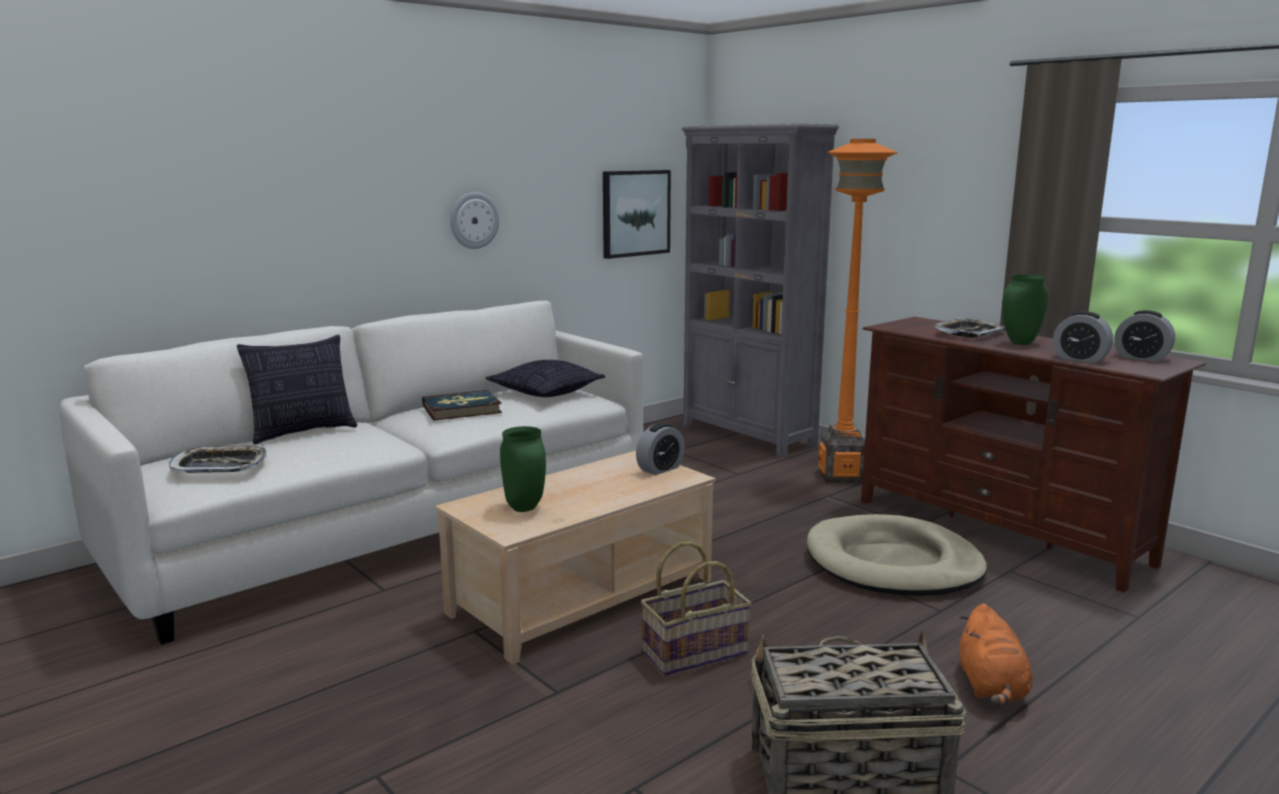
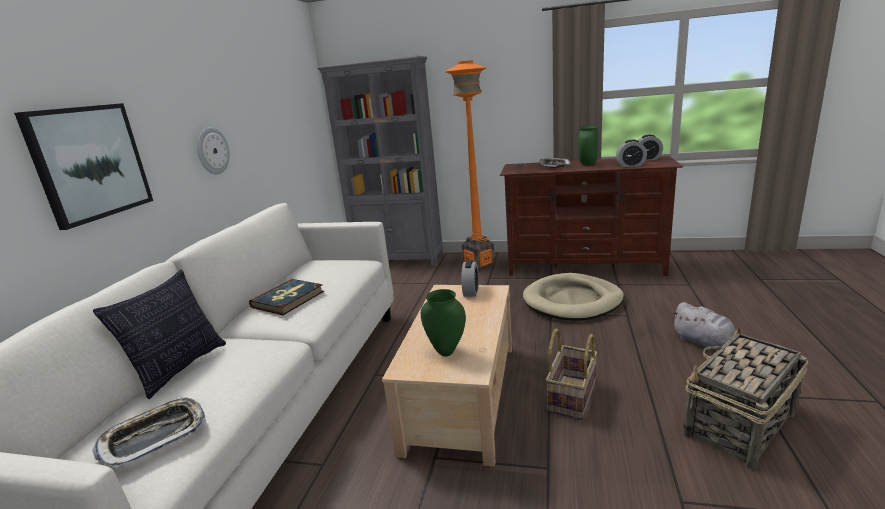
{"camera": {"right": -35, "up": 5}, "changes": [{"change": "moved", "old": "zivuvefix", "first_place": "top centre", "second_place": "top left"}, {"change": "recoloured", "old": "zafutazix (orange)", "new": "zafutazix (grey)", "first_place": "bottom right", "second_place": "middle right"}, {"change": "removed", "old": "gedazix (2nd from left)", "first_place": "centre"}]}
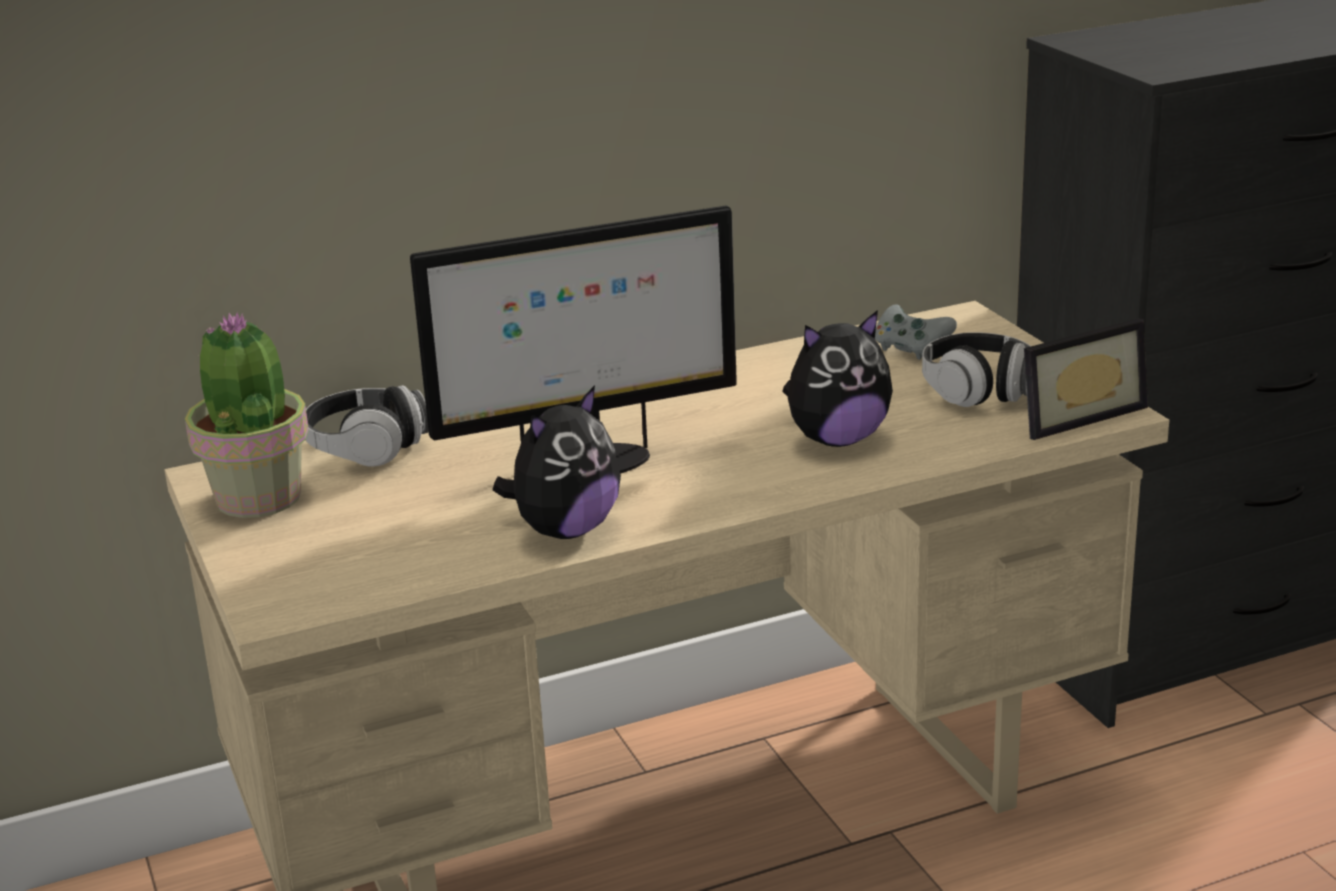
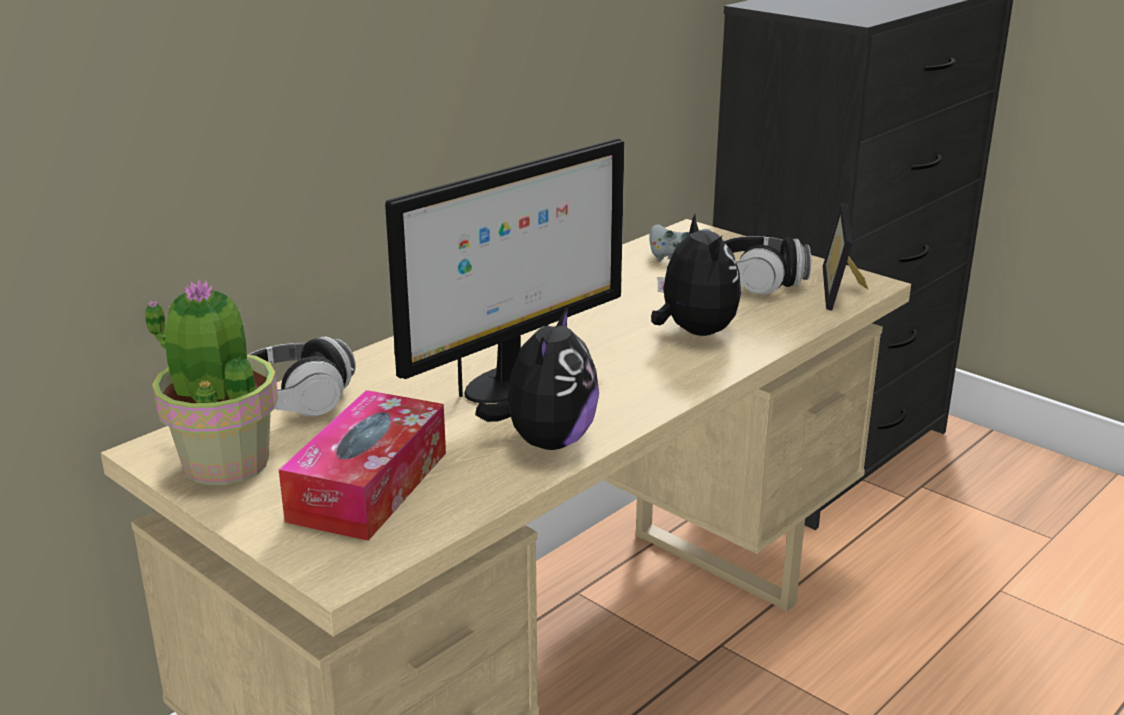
{"camera": {"right": -25, "up": 0}, "changes": [{"change": "added", "new": "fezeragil", "second_place": "middle left"}, {"change": "turned", "old": "zafutazix (2nd from left)", "first_place": "centre", "second_place": "centre", "degrees": -60}, {"change": "turned", "old": "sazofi", "first_place": "middle right", "second_place": "middle right", "degrees": 150}]}
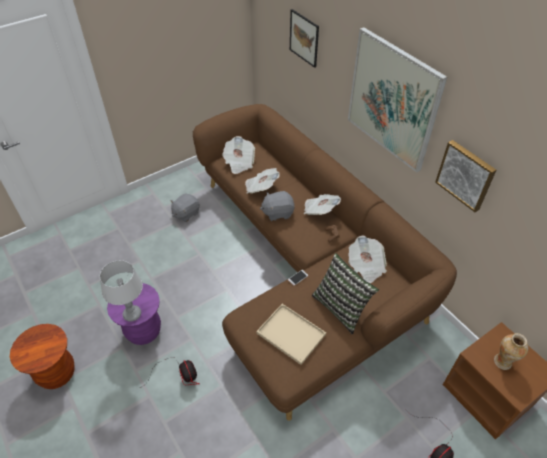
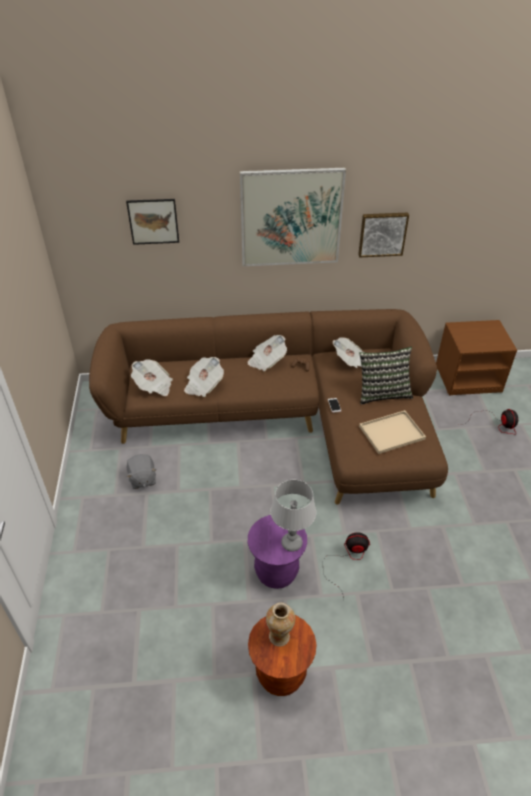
{"camera": {"right": -60, "up": -5}, "changes": [{"change": "moved", "old": "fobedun", "first_place": "bottom right", "second_place": "bottom centre"}, {"change": "removed", "old": "zafutazix (grey) (2nd from left)", "first_place": "centre"}]}
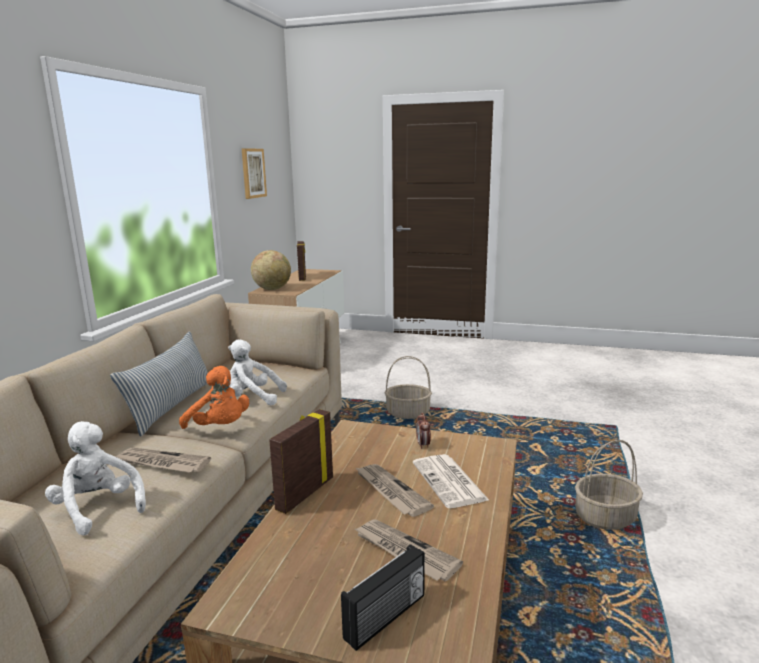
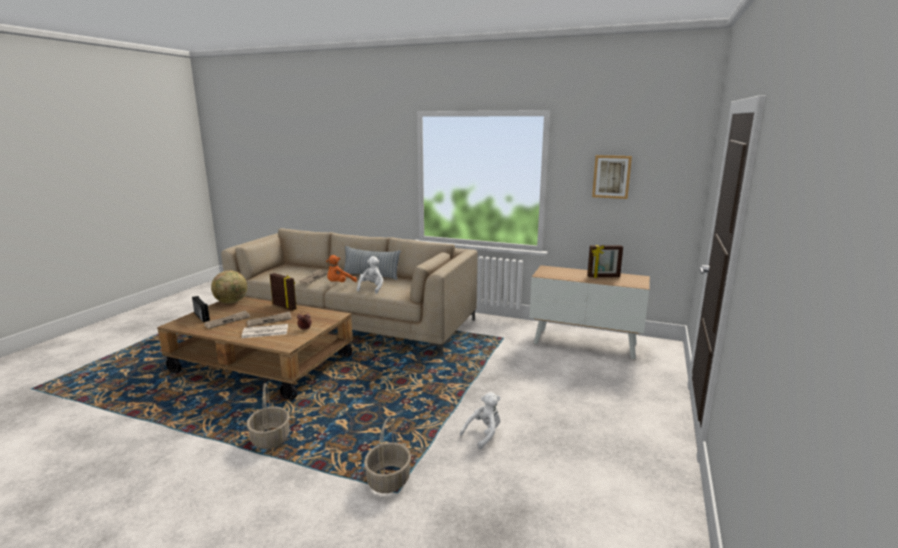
{"camera": {"right": 95, "up": 0}, "changes": [{"change": "moved", "old": "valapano", "first_place": "centre", "second_place": "middle left"}, {"change": "moved", "old": "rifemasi (1st from left in the first image)", "new": "rifemasi (2nd from left)", "first_place": "centre", "second_place": "bottom centre"}, {"change": "moved", "old": "zafutazix (white) (1st from left in the first image)", "new": "zafutazix (white) (2nd from left)", "first_place": "bottom left", "second_place": "bottom centre"}]}
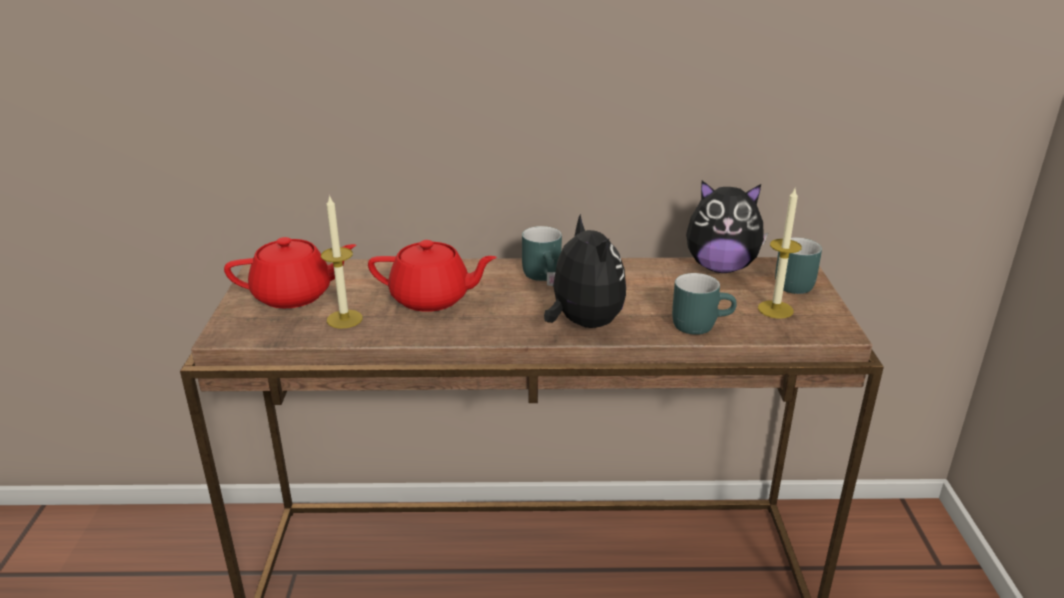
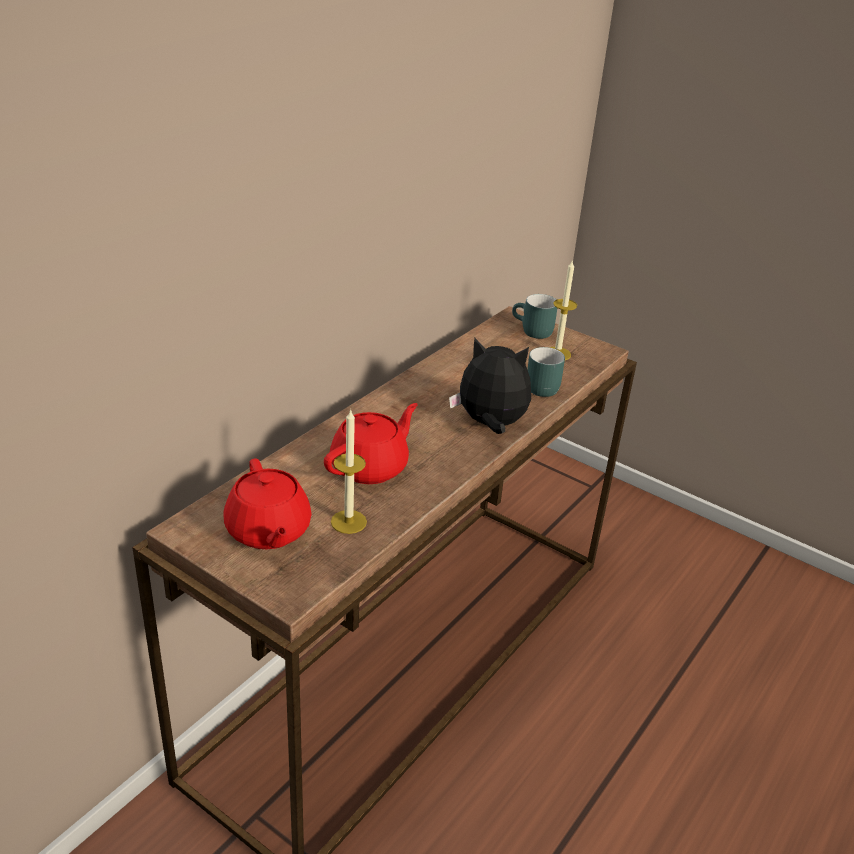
{"camera": {"right": -55, "up": 5}, "changes": [{"change": "turned", "old": "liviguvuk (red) (1st from left)", "first_place": "middle left", "second_place": "middle left", "degrees": 135}, {"change": "removed", "old": "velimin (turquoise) (1st from left)", "first_place": "centre"}, {"change": "removed", "old": "zafutazix (2nd from left)", "first_place": "middle right"}]}
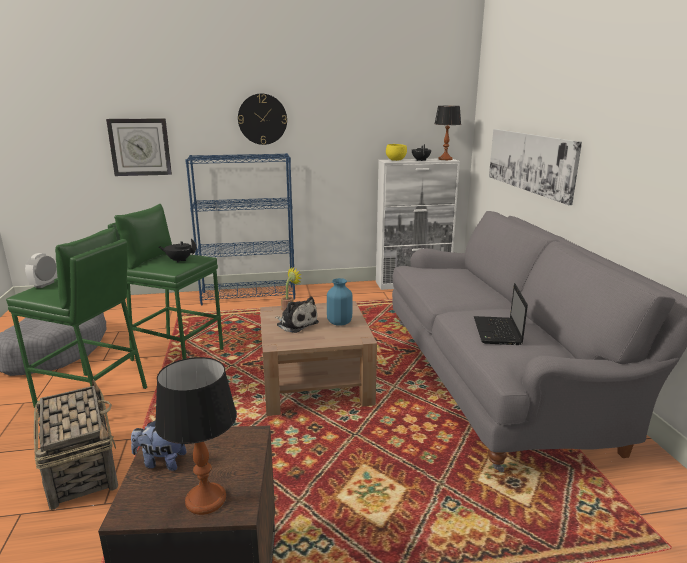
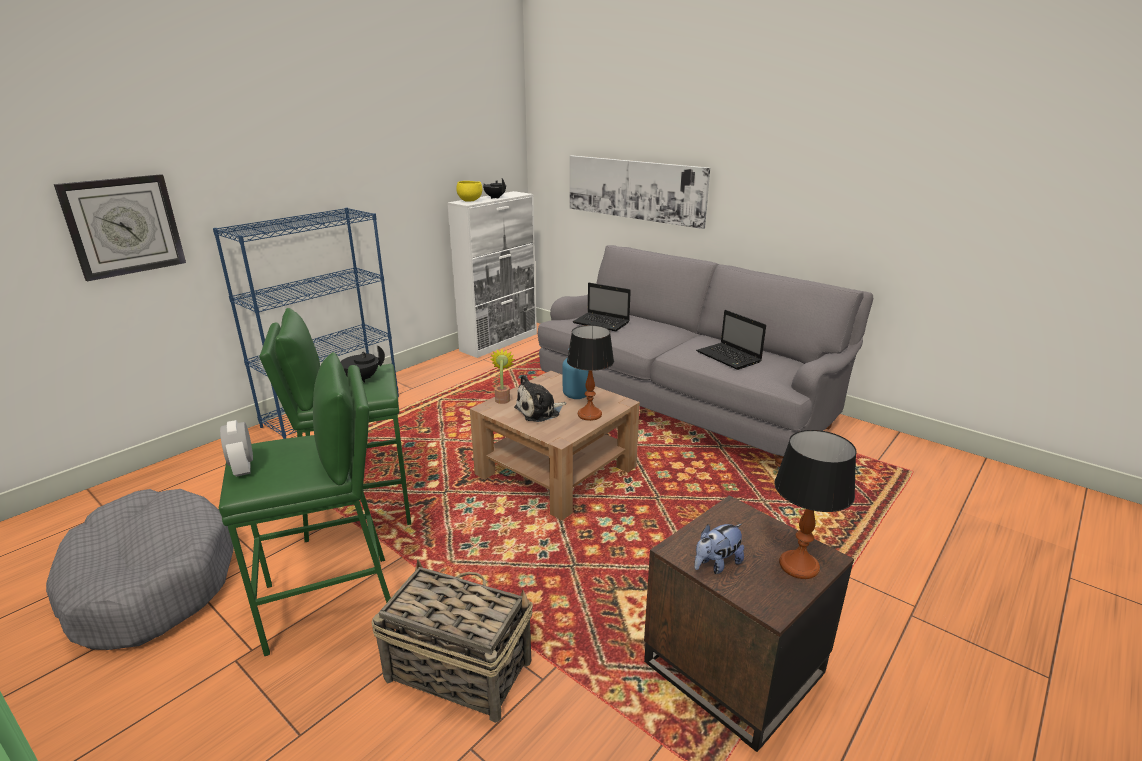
{"camera": {"right": -40, "up": 5}, "changes": [{"change": "turned", "old": "zafutazix (2nd from left in the first image)", "first_place": "centre", "second_place": "centre", "degrees": 150}, {"change": "moved", "old": "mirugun (2nd from left in the first image)", "new": "mirugun (1st from left)", "first_place": "top centre", "second_place": "centre"}, {"change": "added", "new": "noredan (1st from left)", "second_place": "centre"}, {"change": "removed", "old": "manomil (2nd from left)", "first_place": "top centre"}]}
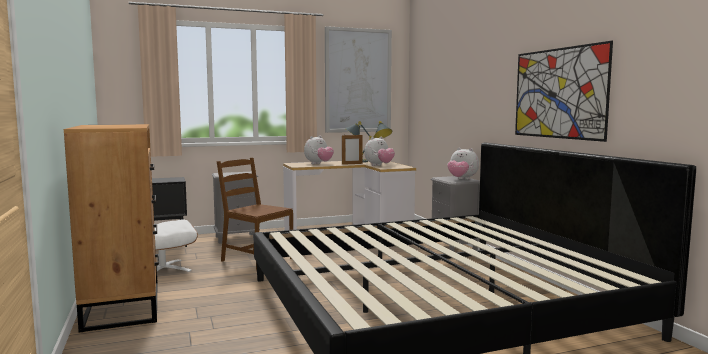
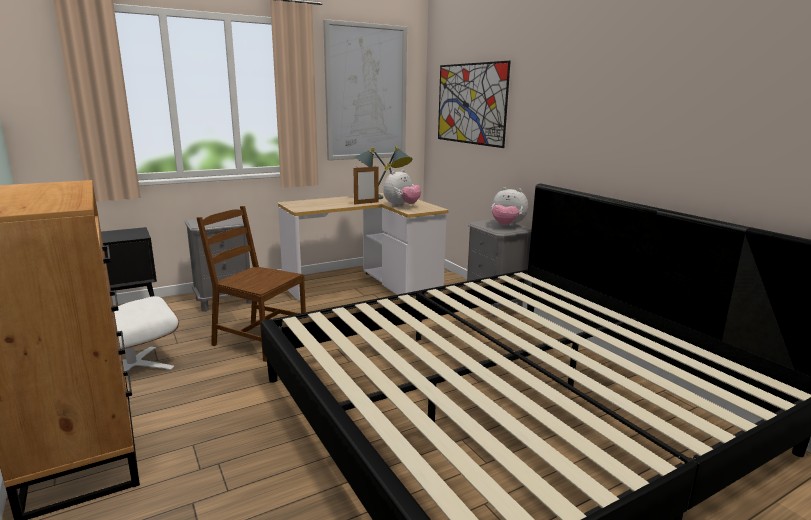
{"camera": {"right": -10, "up": 10}, "changes": [{"change": "moved", "old": "zivuvefix (2nd from left)", "first_place": "top right", "second_place": "top centre"}, {"change": "removed", "old": "zafutazix (1st from left)", "first_place": "centre"}]}
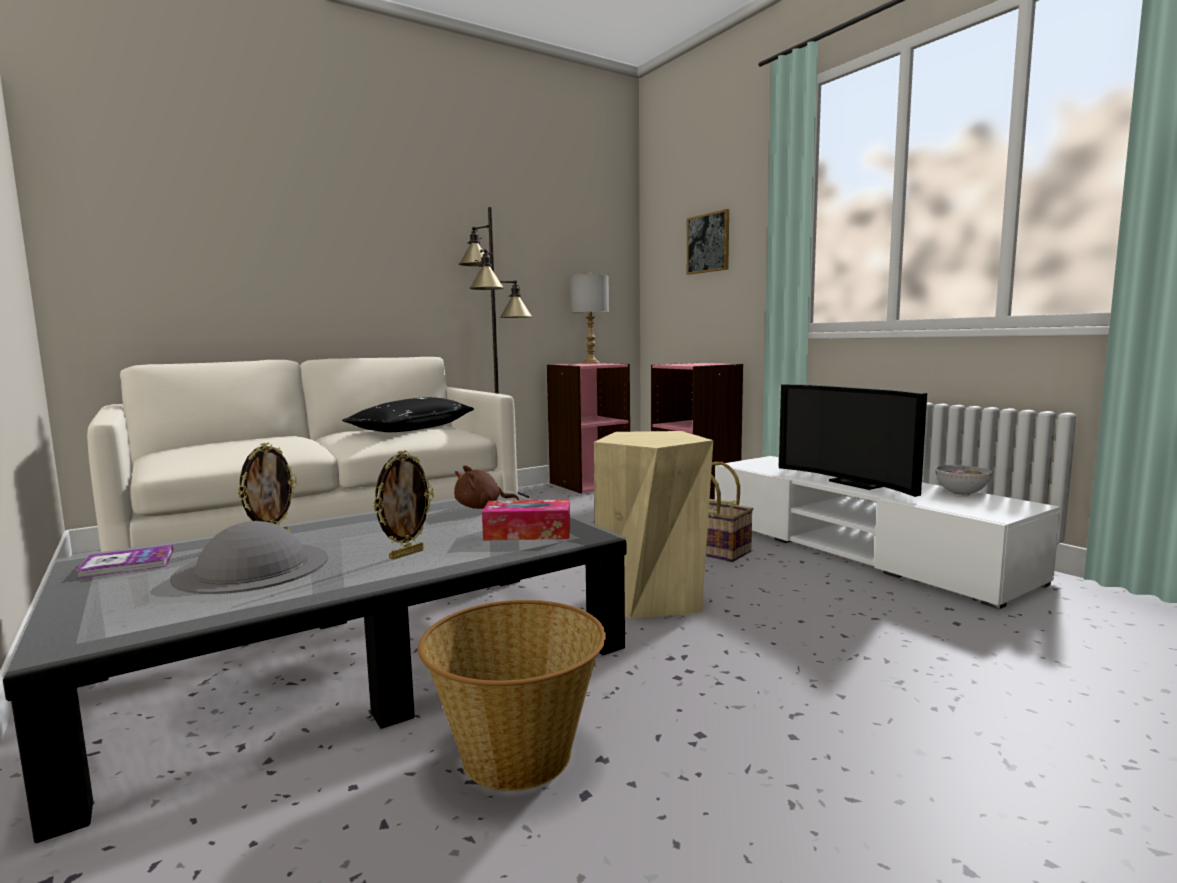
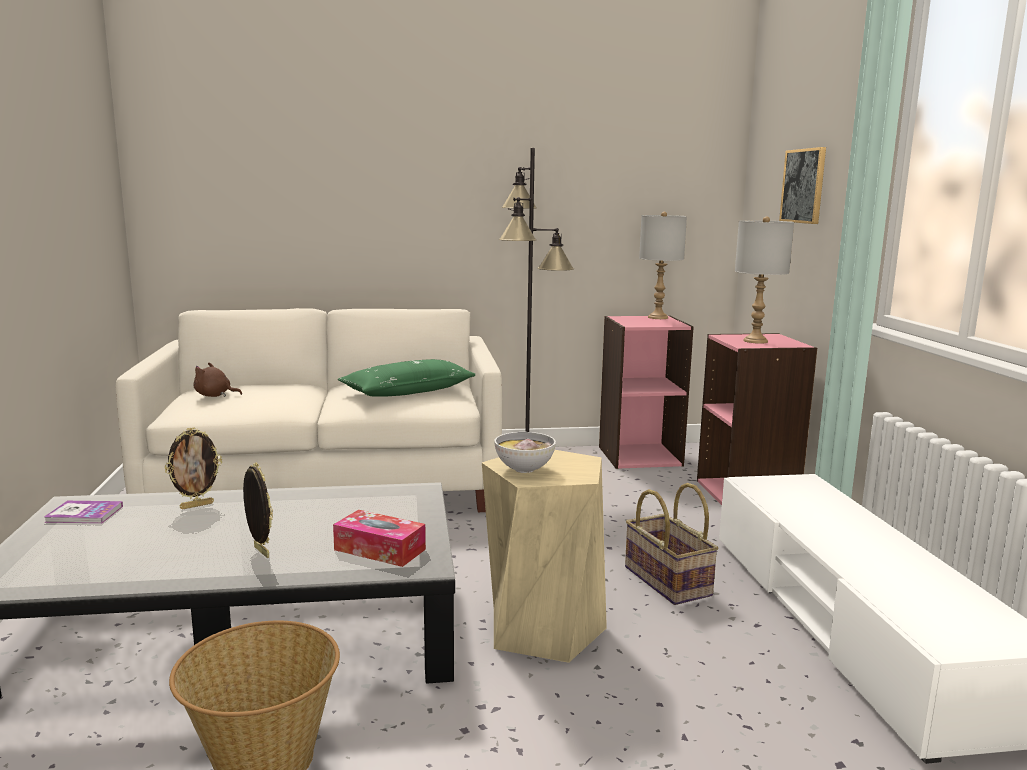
{"camera": {"right": 25, "up": 5}, "changes": [{"change": "moved", "old": "zafutazix (brown)", "first_place": "centre", "second_place": "middle left"}, {"change": "turned", "old": "sazofi (2nd from left)", "first_place": "centre", "second_place": "middle left", "degrees": -105}, {"change": "recoloured", "old": "gedazix (black)", "new": "gedazix (green)", "first_place": "centre", "second_place": "centre"}, {"change": "moved", "old": "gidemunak", "first_place": "middle right", "second_place": "centre"}, {"change": "added", "new": "mirugun (grey) (2nd from left)", "second_place": "middle right"}, {"change": "removed", "old": "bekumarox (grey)", "first_place": "middle left"}, {"change": "removed", "old": "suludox", "first_place": "middle right"}]}
